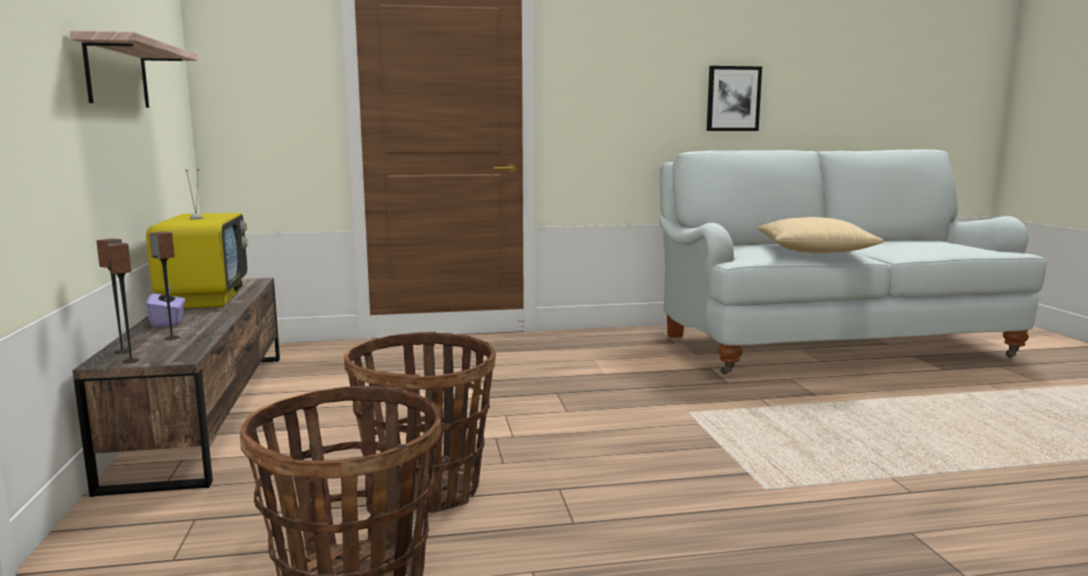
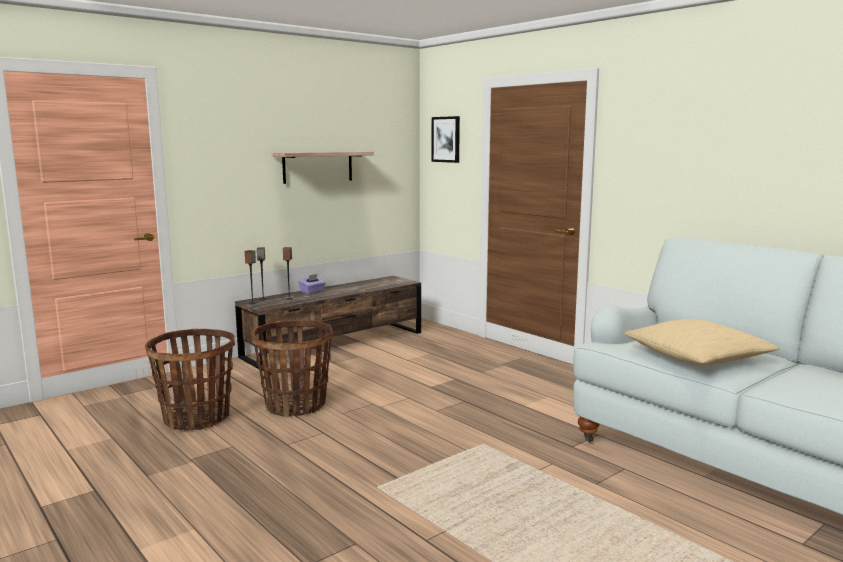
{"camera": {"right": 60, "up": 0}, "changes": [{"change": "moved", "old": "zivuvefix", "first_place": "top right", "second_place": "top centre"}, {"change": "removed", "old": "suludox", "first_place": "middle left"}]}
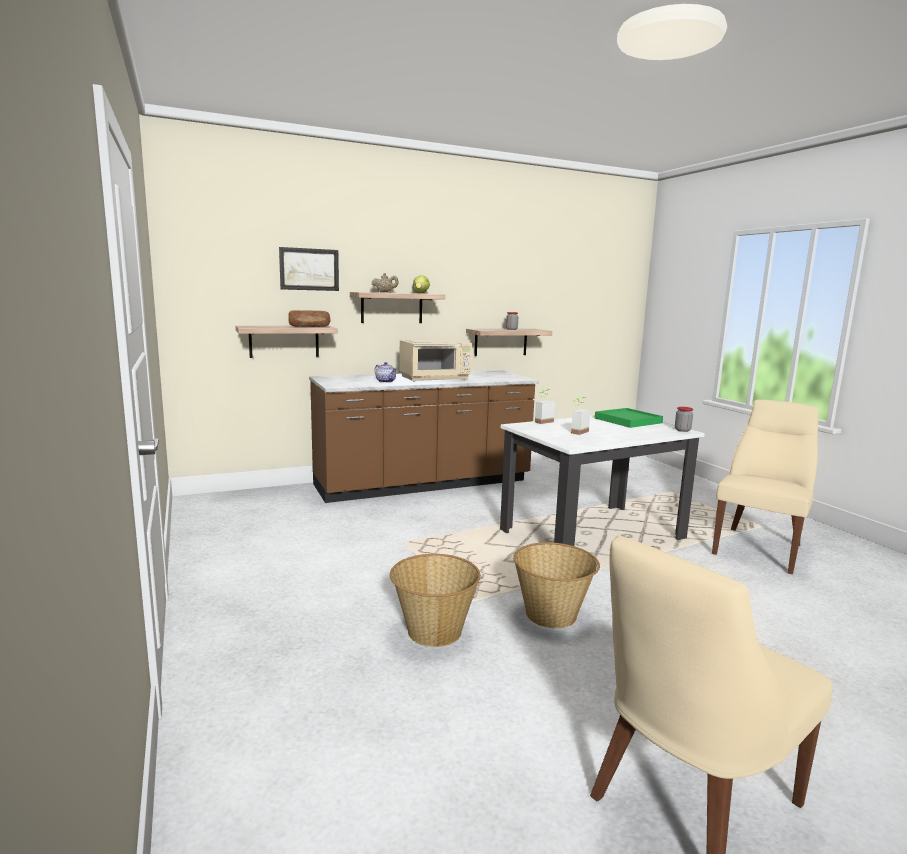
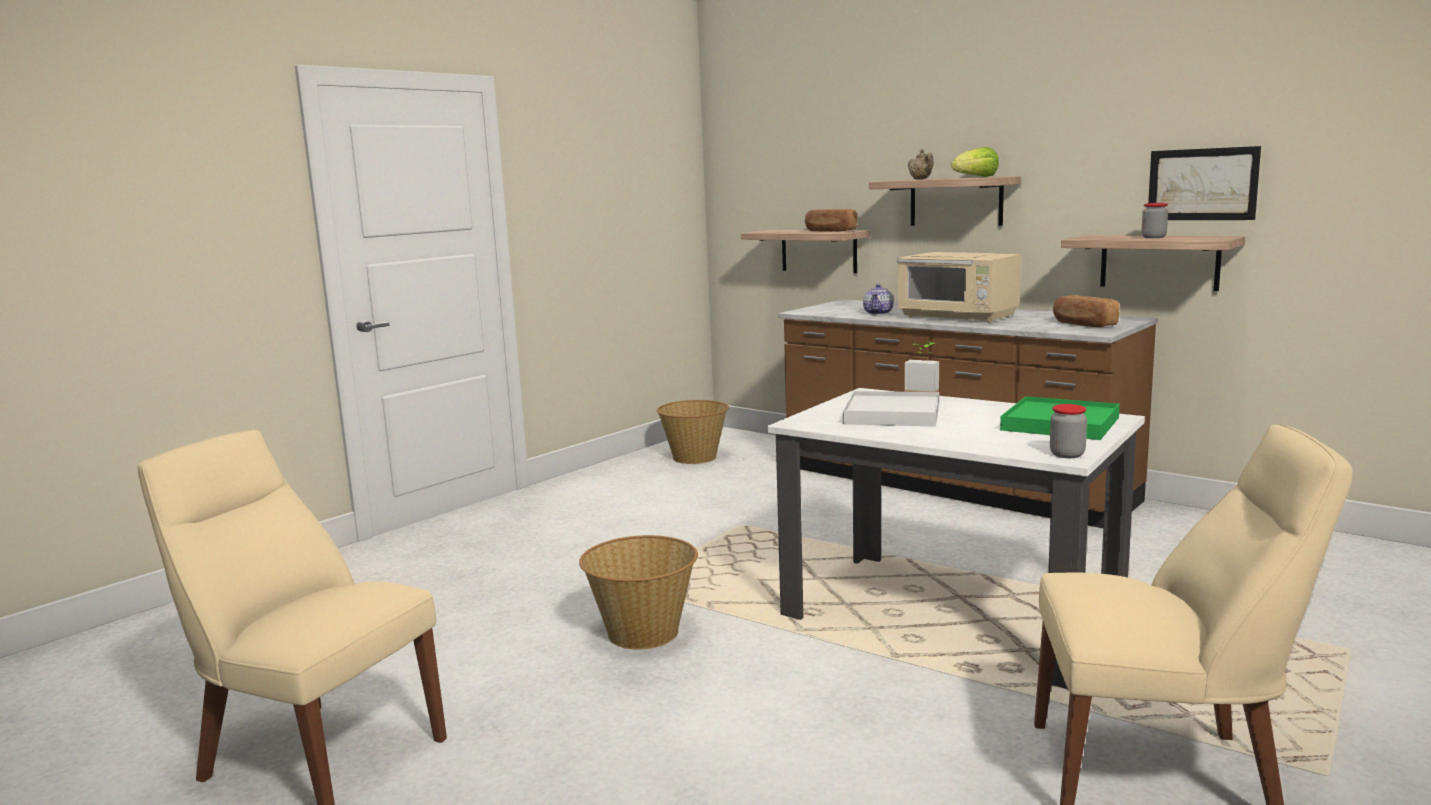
{"camera": {"right": 65, "up": 0}, "changes": [{"change": "moved", "old": "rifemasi (1st from left in the first image)", "new": "rifemasi (2nd from left)", "first_place": "bottom centre", "second_place": "centre"}, {"change": "replaced", "old": "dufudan (2nd from left)", "new": "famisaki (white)", "first_place": "centre", "second_place": "centre"}, {"change": "added", "new": "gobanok (2nd from left)", "second_place": "middle right"}, {"change": "moved", "old": "zivuvefix", "first_place": "top centre", "second_place": "top right"}]}
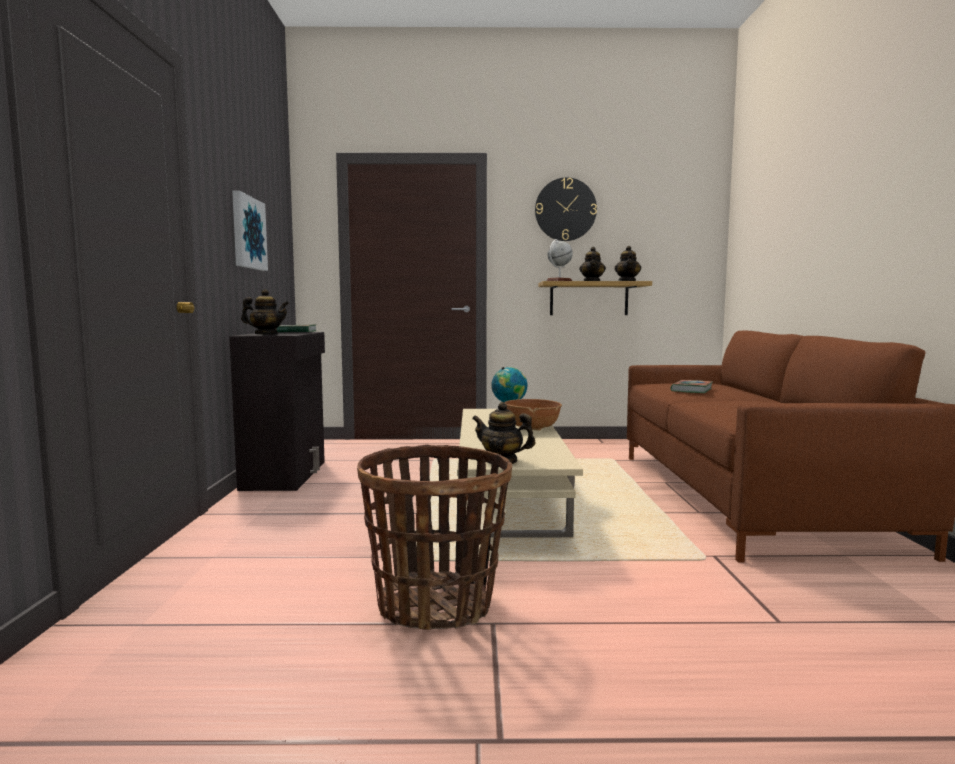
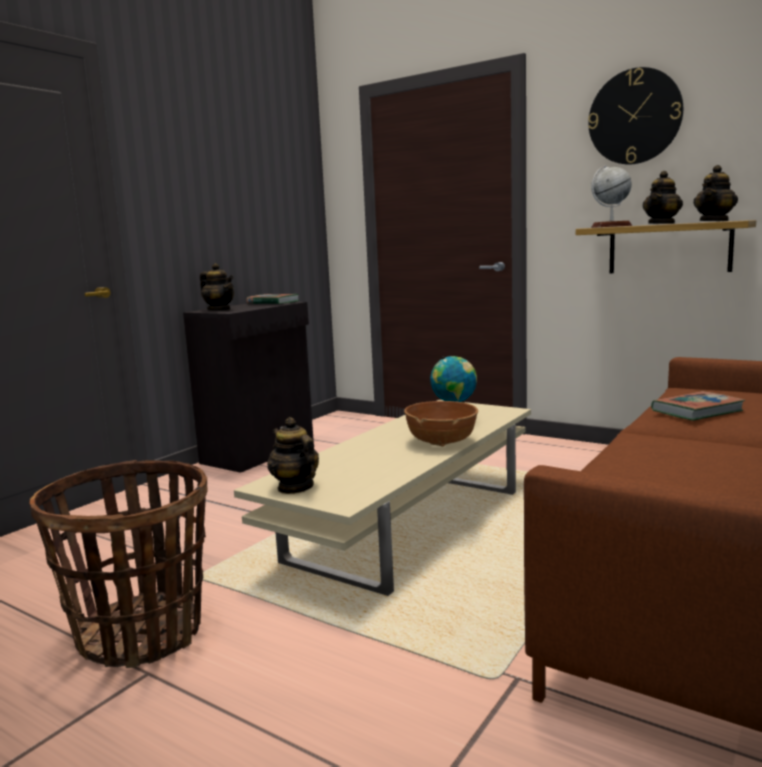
{"camera": {"right": 35, "up": 5}, "changes": [{"change": "removed", "old": "zivuvefix", "first_place": "top left"}]}
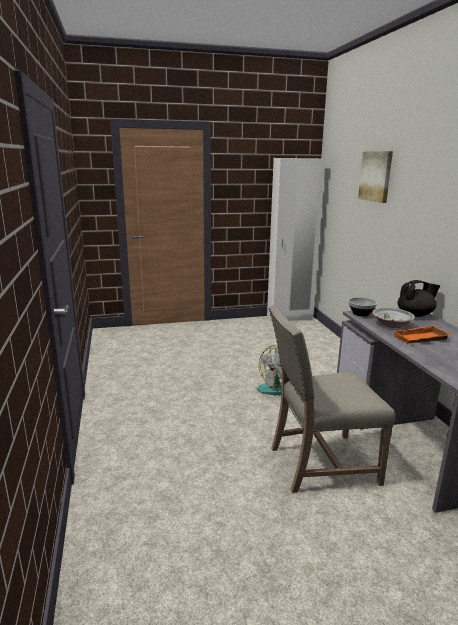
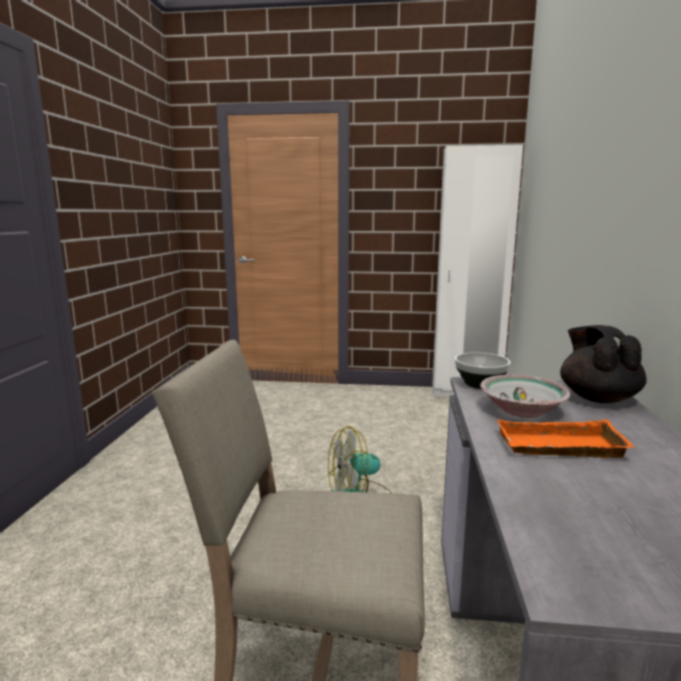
{"camera": {"right": 20, "up": -5}, "changes": [{"change": "turned", "old": "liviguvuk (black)", "first_place": "middle right", "second_place": "middle right", "degrees": -105}, {"change": "removed", "old": "zivuvefix", "first_place": "top right"}]}
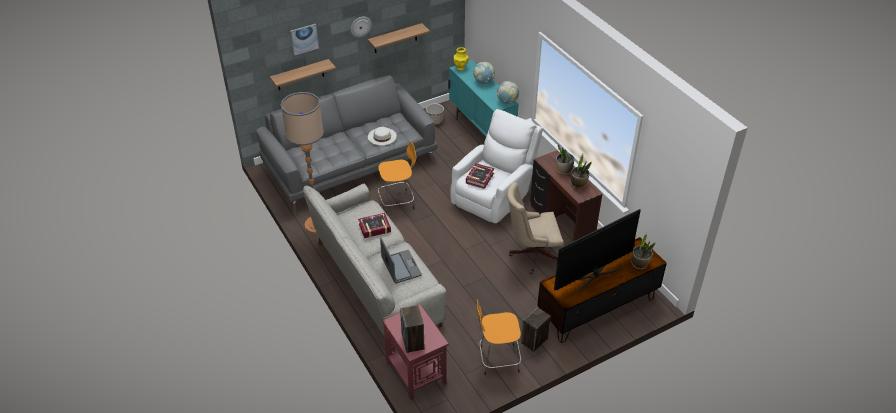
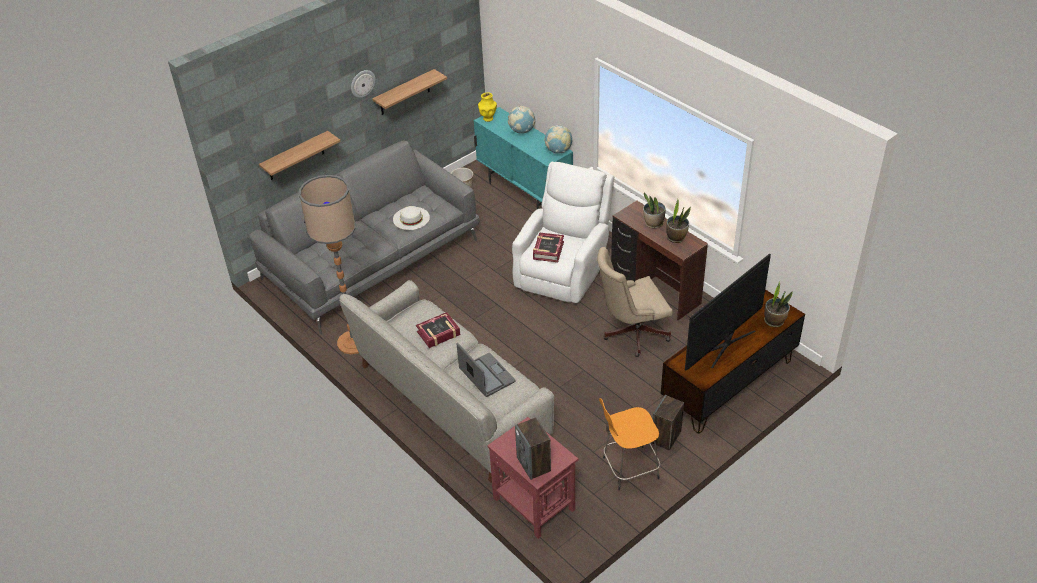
{"camera": {"right": -10, "up": 0}, "changes": [{"change": "removed", "old": "zivuvefix", "first_place": "top centre"}, {"change": "removed", "old": "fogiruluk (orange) (1st from left)", "first_place": "centre"}]}
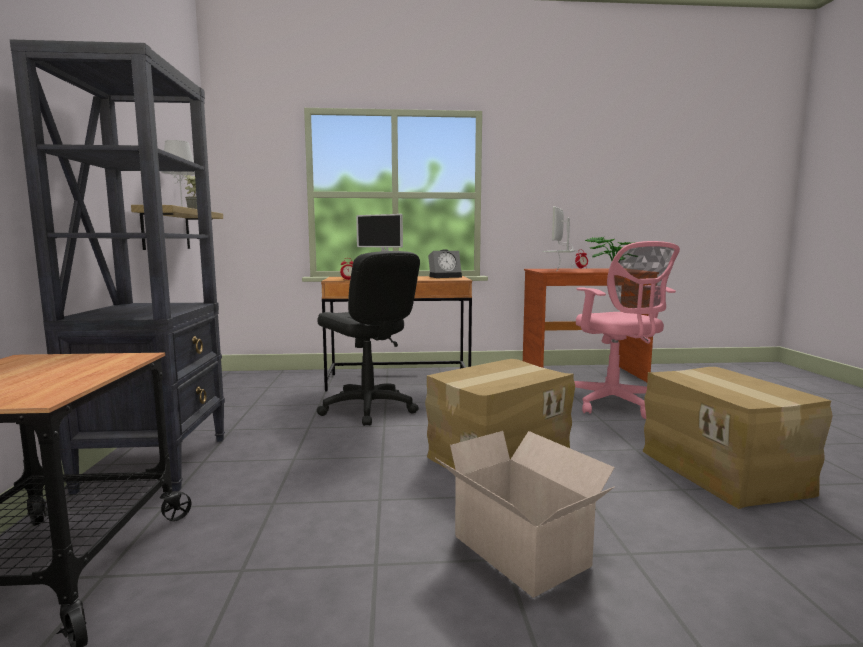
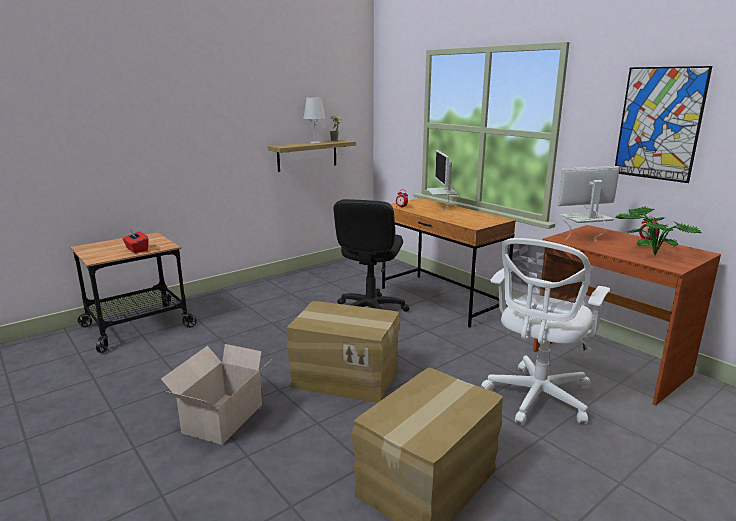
{"camera": {"right": 55, "up": 10}, "changes": [{"change": "added", "new": "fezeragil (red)", "second_place": "middle left"}, {"change": "recoloured", "old": "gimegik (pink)", "new": "gimegik (white)", "first_place": "middle right", "second_place": "middle right"}, {"change": "added", "new": "zivuvefix", "second_place": "top right"}, {"change": "removed", "old": "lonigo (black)", "first_place": "middle left"}, {"change": "removed", "old": "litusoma (2nd from left)", "first_place": "centre"}]}
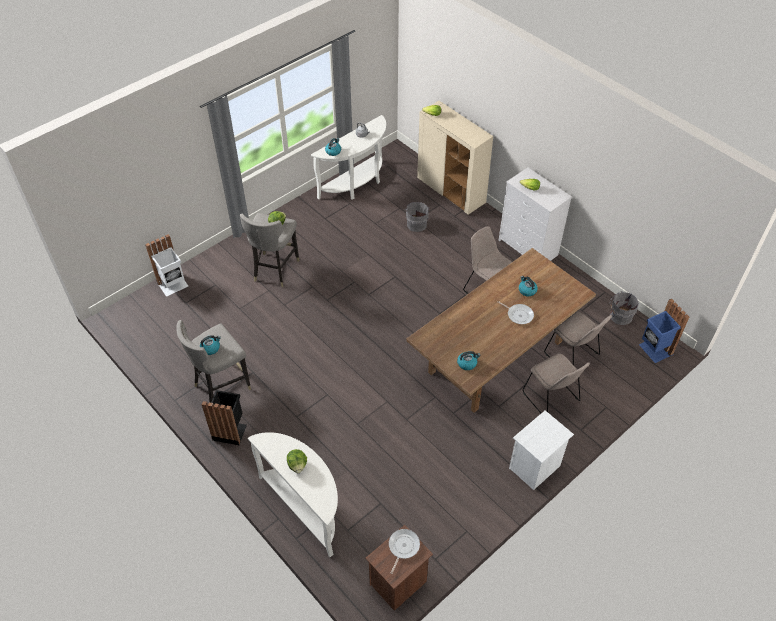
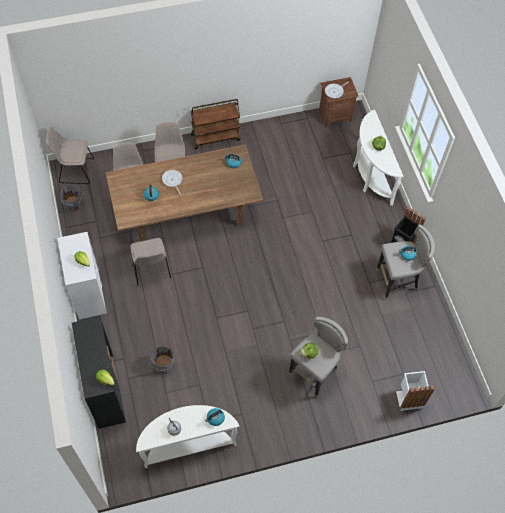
{"camera": {"right": -155, "up": 10}, "changes": [{"change": "replaced", "old": "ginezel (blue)", "new": "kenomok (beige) (1st from left)", "first_place": "middle right", "second_place": "top left"}, {"change": "recoloured", "old": "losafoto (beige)", "new": "losafoto (black)", "first_place": "top centre", "second_place": "bottom left"}, {"change": "replaced", "old": "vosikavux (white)", "new": "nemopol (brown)", "first_place": "bottom right", "second_place": "top centre"}]}
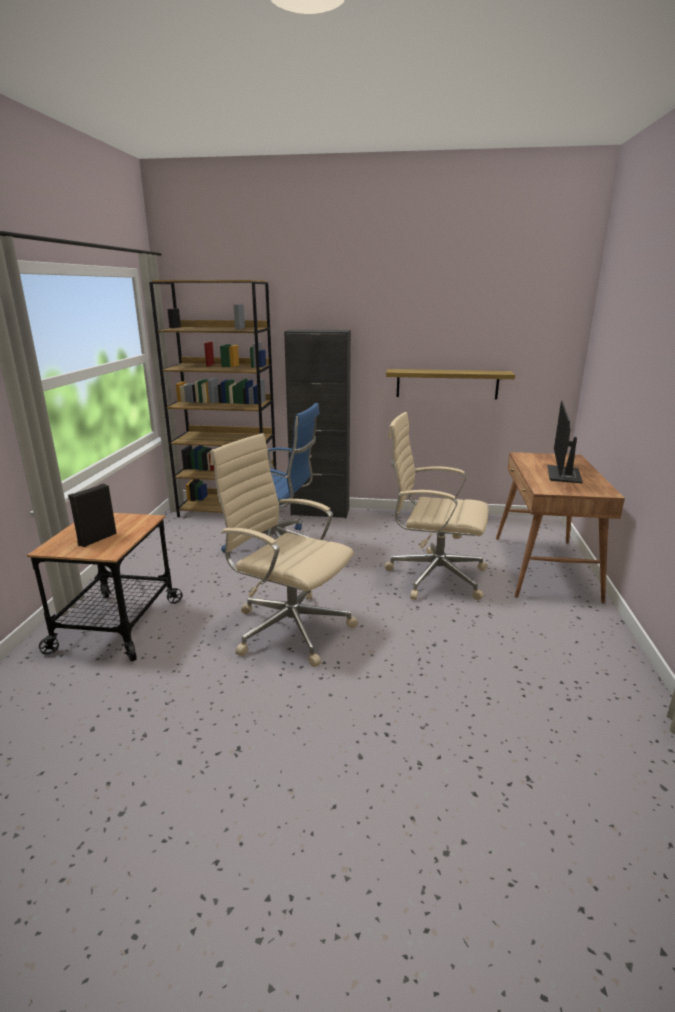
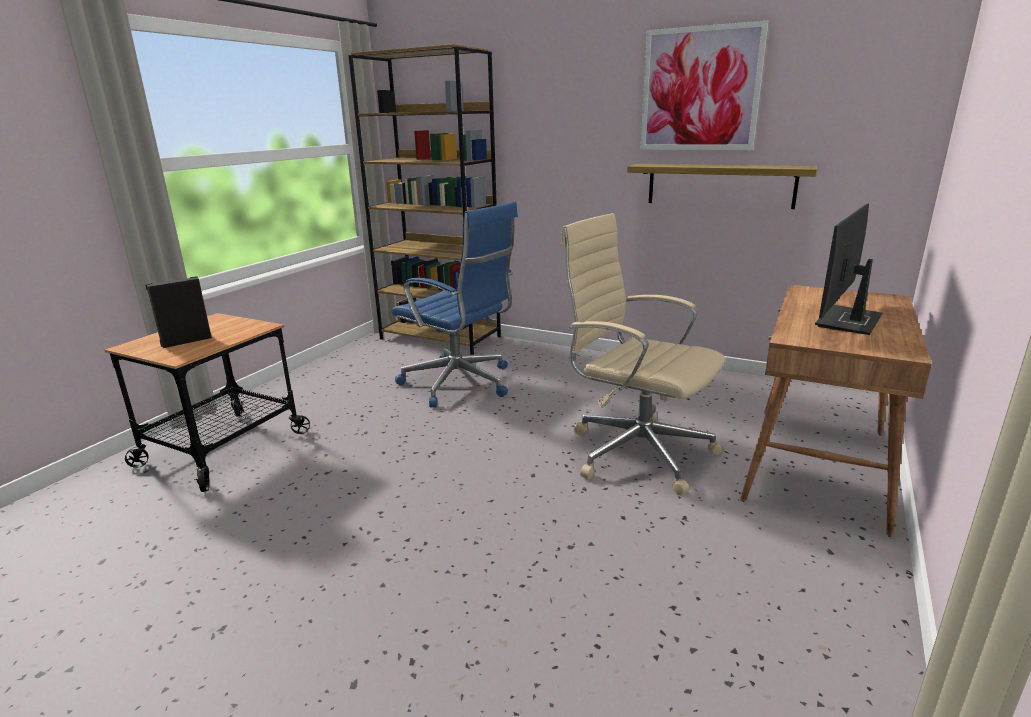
{"camera": {"right": 20, "up": 0}, "changes": [{"change": "added", "new": "zivuvefix", "second_place": "top right"}, {"change": "removed", "old": "gimegik (beige) (1st from left)", "first_place": "centre"}, {"change": "removed", "old": "losafoto (black)", "first_place": "centre"}]}
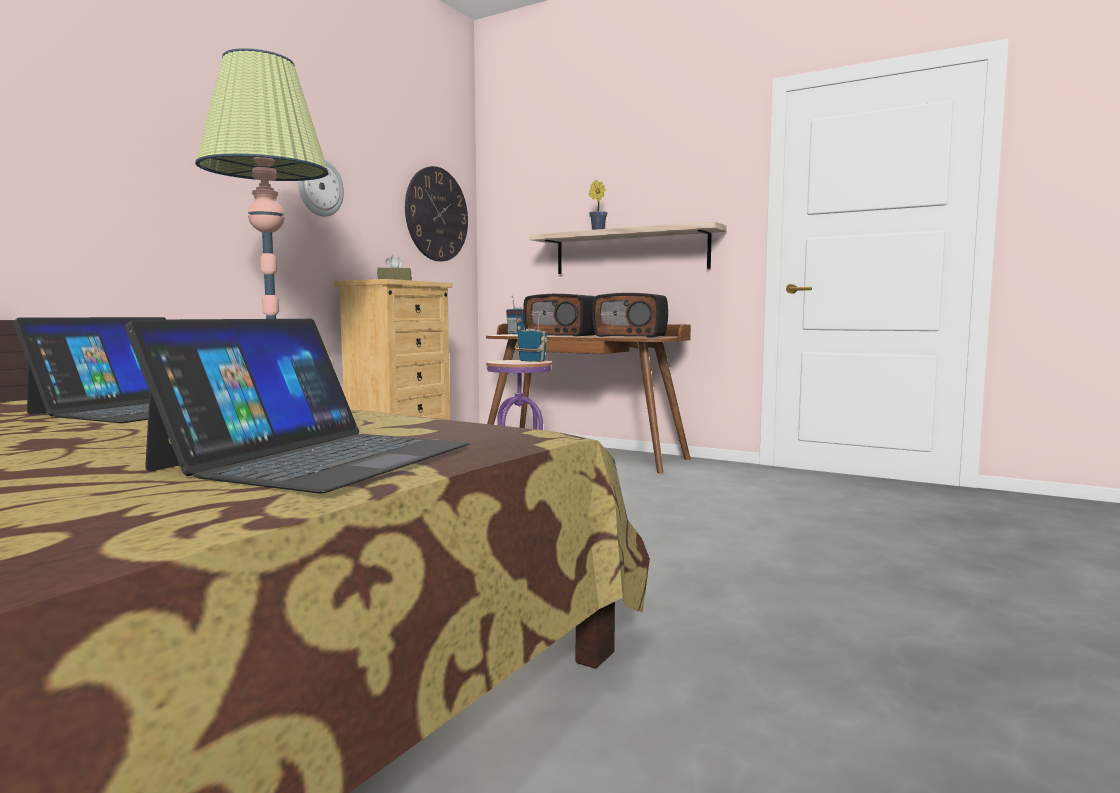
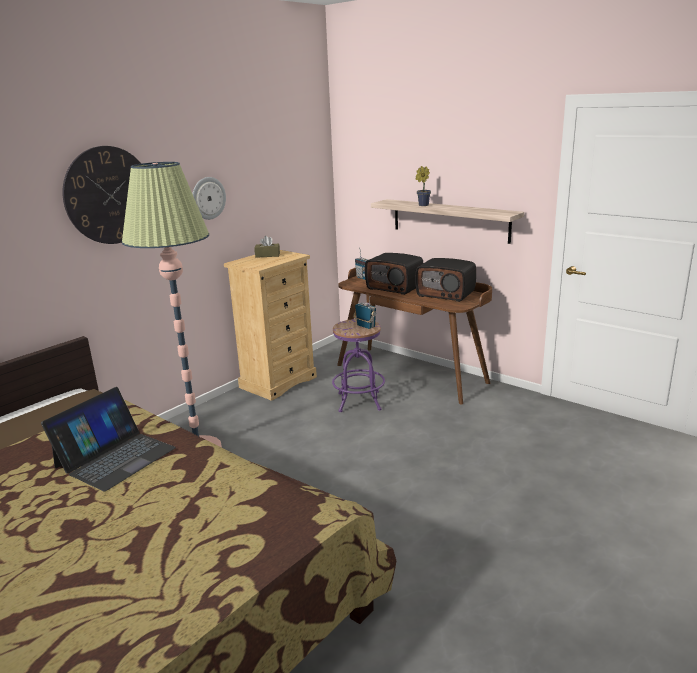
{"camera": {"right": 10, "up": 15}, "changes": [{"change": "moved", "old": "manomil (2nd from left in the first image)", "new": "manomil (1st from left)", "first_place": "top centre", "second_place": "top left"}, {"change": "removed", "old": "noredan (2nd from left)", "first_place": "middle left"}]}
